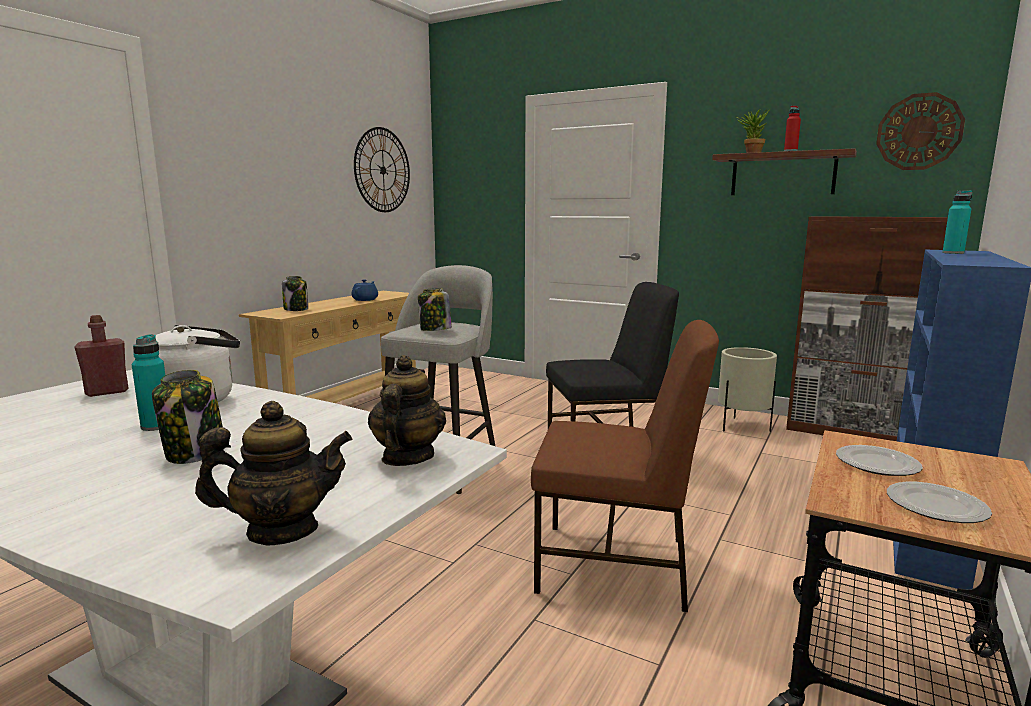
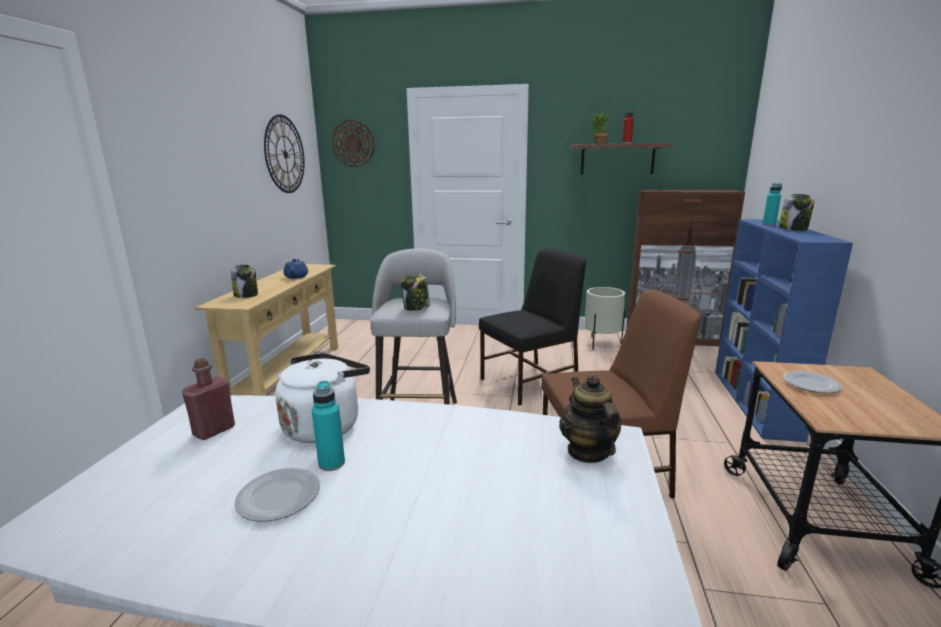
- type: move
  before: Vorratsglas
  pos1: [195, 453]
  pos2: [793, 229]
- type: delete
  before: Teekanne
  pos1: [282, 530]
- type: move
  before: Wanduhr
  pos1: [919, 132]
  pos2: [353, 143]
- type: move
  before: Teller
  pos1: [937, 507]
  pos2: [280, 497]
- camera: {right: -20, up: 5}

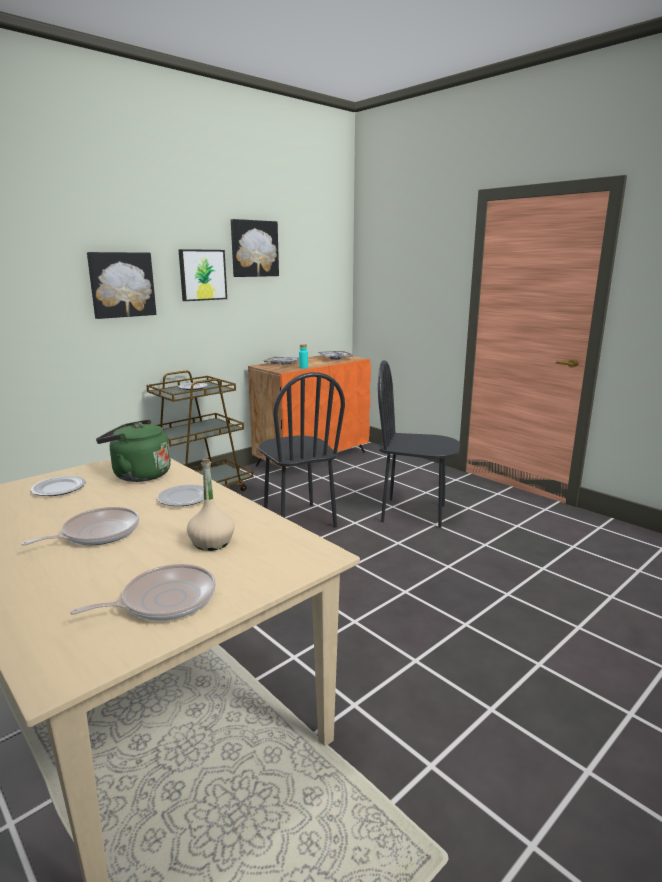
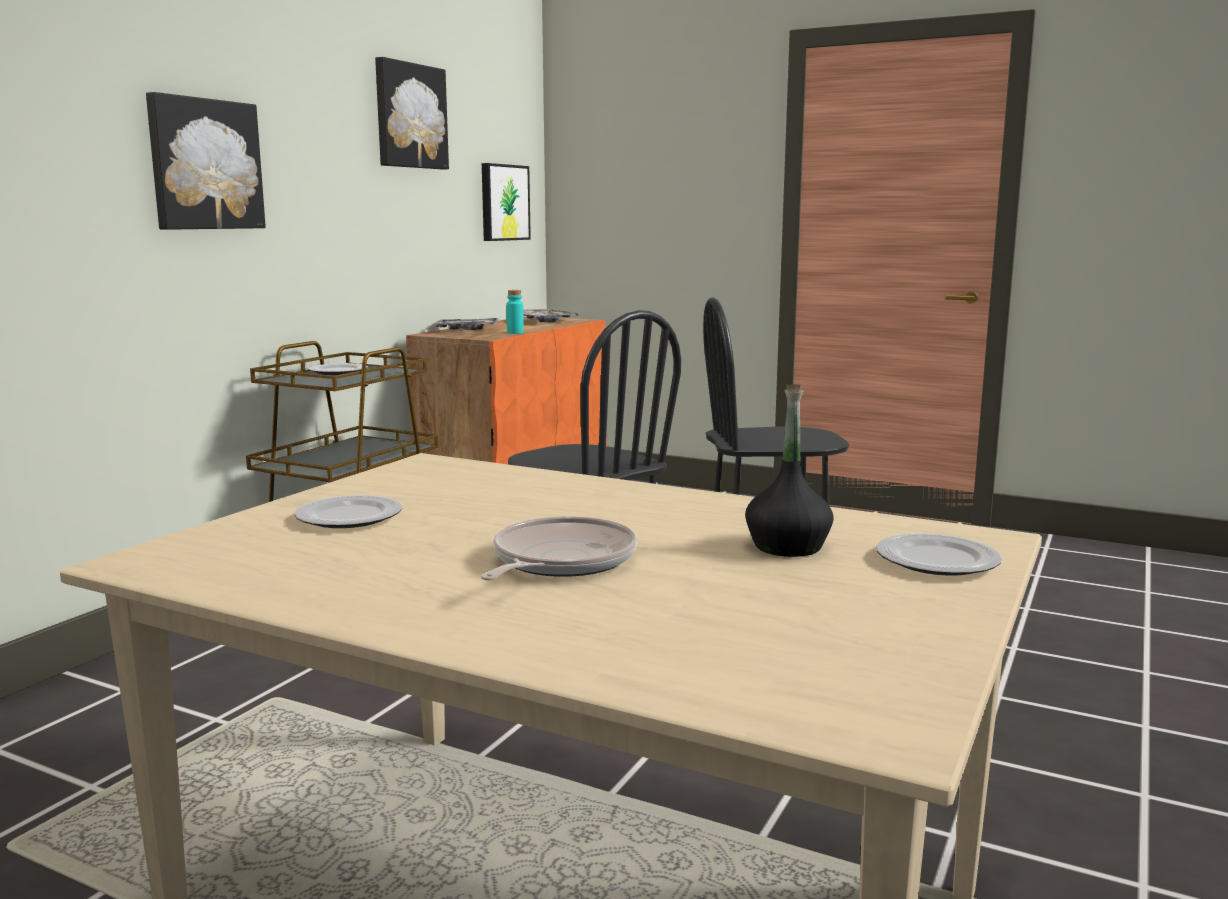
- type: delete
  before: Pfanne
  pos1: [164, 600]
- type: delete
  before: Wasserkessel/grün
  pos1: [138, 475]
- type: move
  before: Teller
  pos1: [184, 498]
  pos2: [937, 561]
- type: move
  before: Bild
  pos1: [202, 275]
  pos2: [503, 202]
- type: recolor
  before: Flasche/beige
  after: Flasche/schwarz
  pos1: [211, 542]
  pos2: [787, 547]
- camera: {right: -20, up: -5}

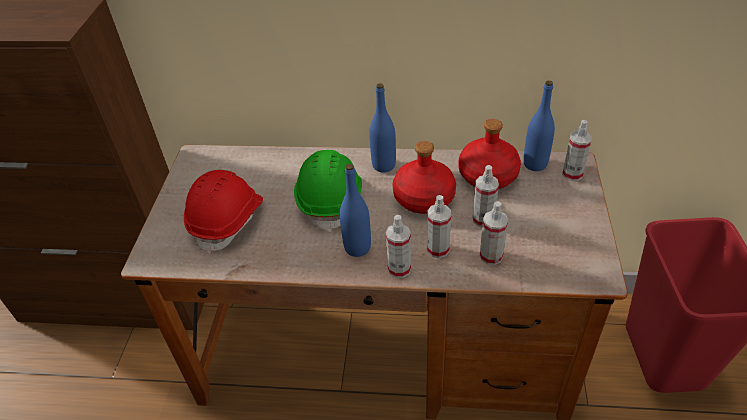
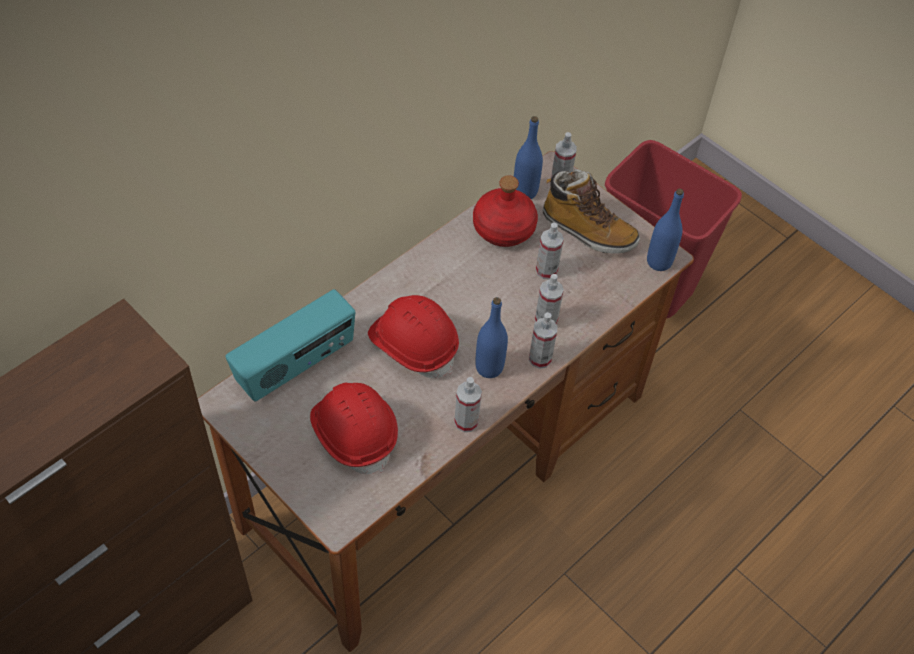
- type: recolor
  before: Schutzhelm/grün
  after: Schutzhelm/rot
  pos1: [331, 200]
  pos2: [413, 345]
- type: move
  before: Flasche/blau
  pos1: [384, 165]
  pos2: [659, 262]
- type: delete
  before: Flasche/rot
  pos1: [423, 198]
- type: move
  before: Sprühflasche
  pos1: [491, 256]
  pos2: [466, 422]
- type: insert
  after: Radio
  pos2: [296, 365]
- type: insert
  after: Stiefel
  pos2: [587, 231]
- camera: {right: -55, up: 10}

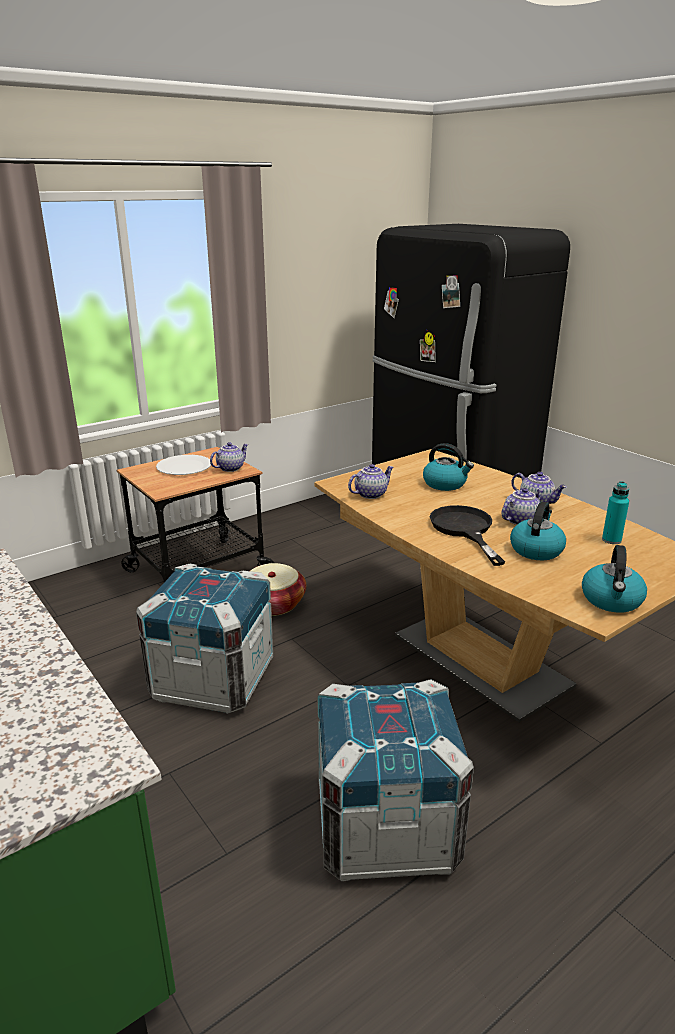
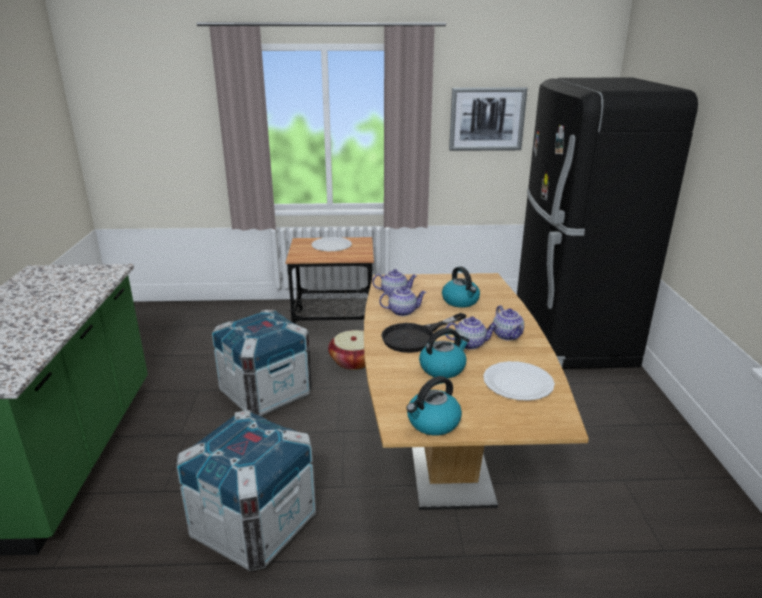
- type: move
  before: Teekanne
  pos1: [230, 468]
  pos2: [402, 311]
- type: rotate
  before: Pfanne/schwarz
  pos1: [465, 530]
  pos2: [416, 337]
  turn: -150
- type: replace
  before: Flasche/türkis
  after: Teller/weiß
  pos1: [611, 540]
  pos2: [517, 382]
- type: insert
  after: Bild
  pos2: [487, 119]
- camera: {right: 35, up: 0}

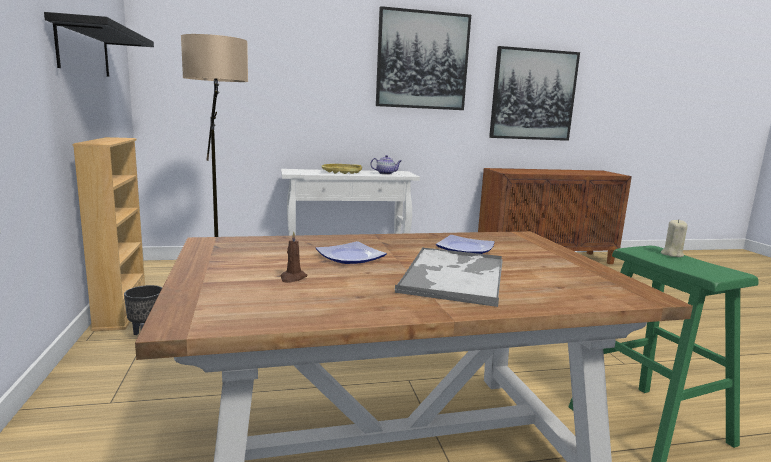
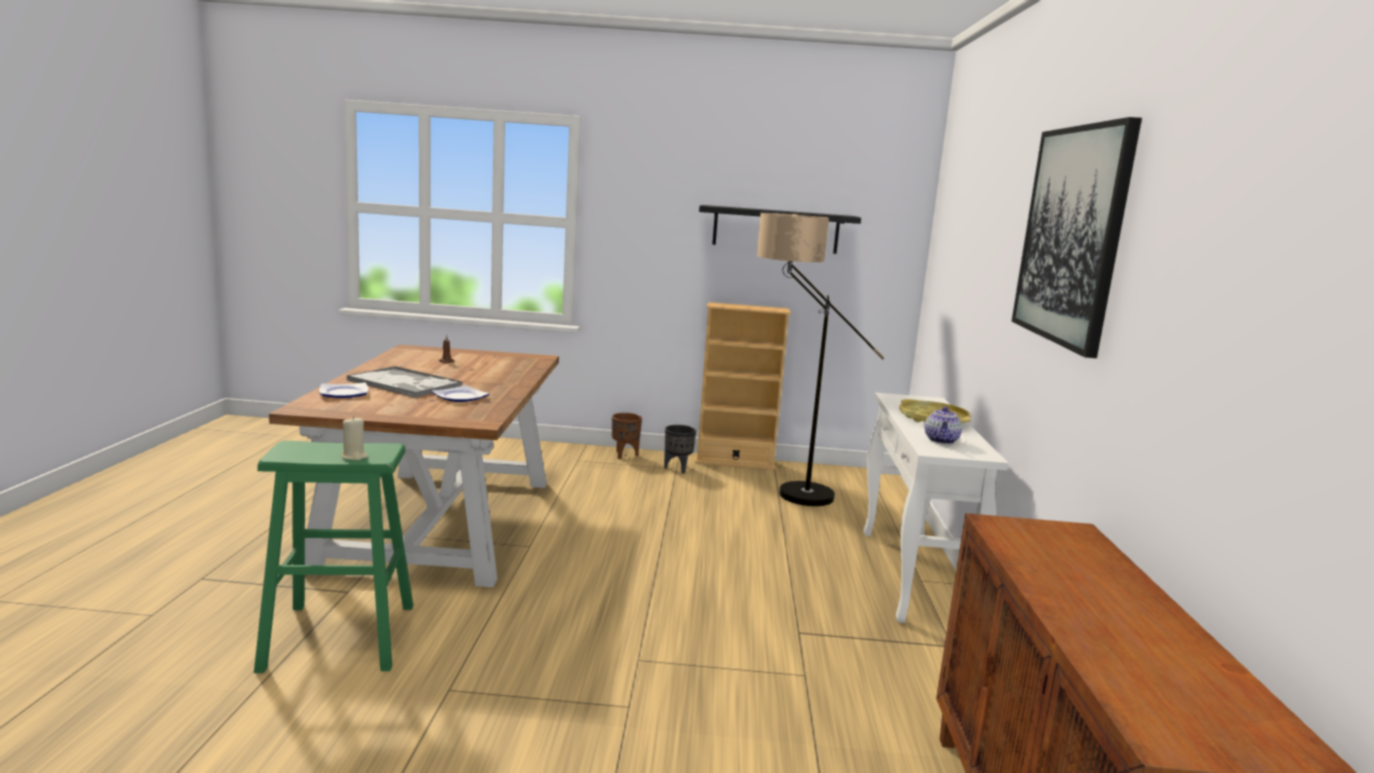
- type: move
  before: Teller
  pos1: [350, 257]
  pos2: [343, 393]
- type: delete
  before: Bild
  pos1: [533, 95]
- type: insert
  after: Pflanzkübel/braun
  pos2: [625, 455]
- camera: {right: 105, up: 0}

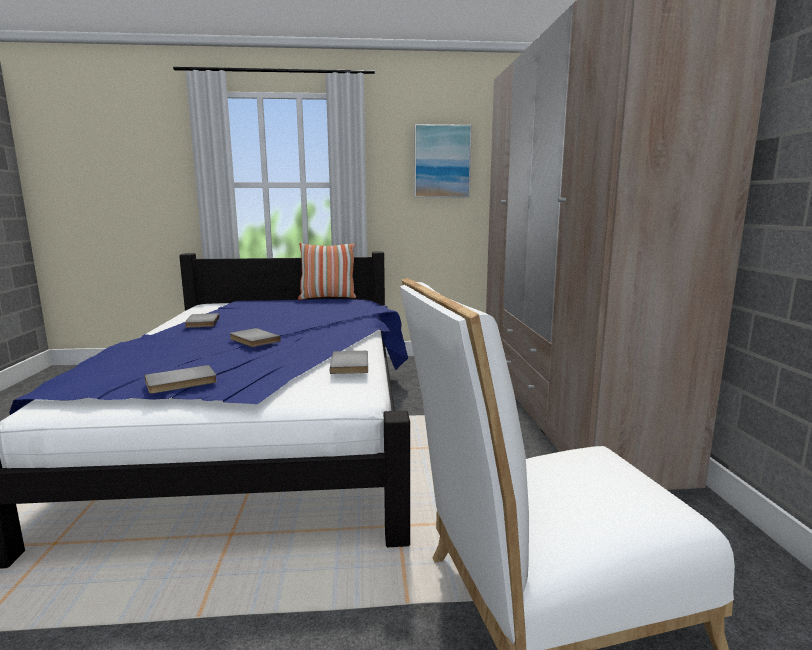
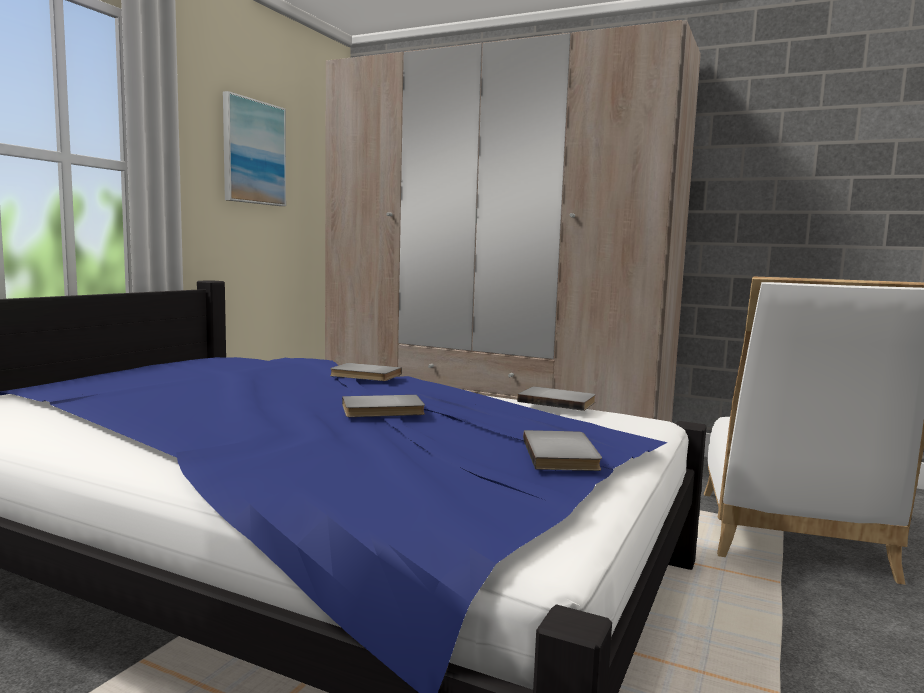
- type: move
  before: Buch/grau
  pos1: [201, 322]
  pos2: [364, 375]
- type: delete
  before: Kissen
  pos1: [327, 298]
- camera: {right: -60, up: -5}

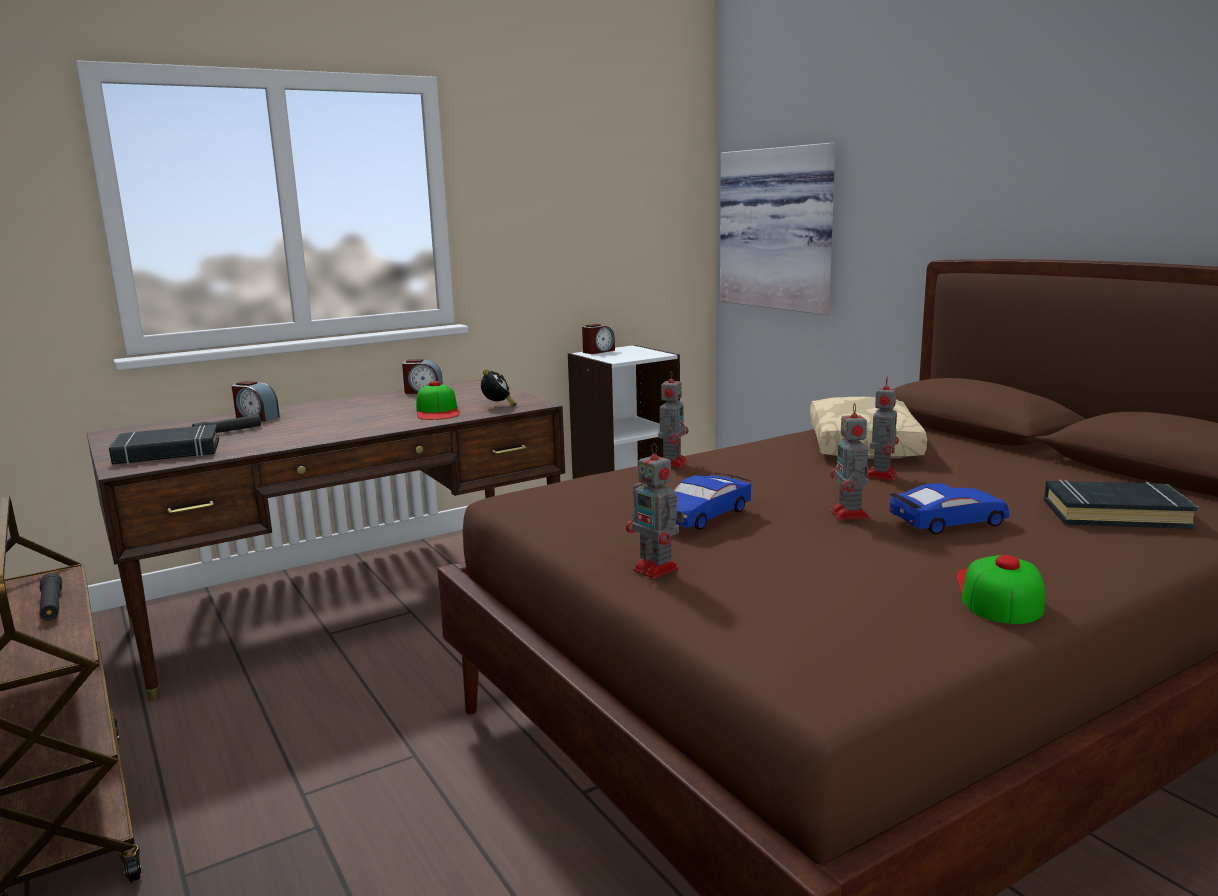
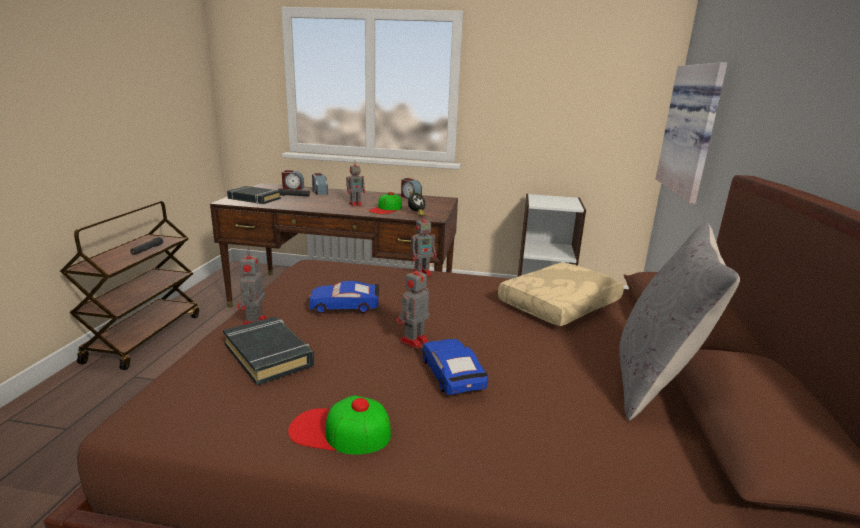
- type: move
  before: Wecker
  pos1: [598, 351]
  pos2: [293, 188]
- type: move
  before: Spielzeugroboter
  pos1: [881, 475]
  pos2: [356, 204]
- type: rotate
  before: Spielzeugauto/blau
  pos1: [947, 522]
  pos2: [452, 374]
  turn: -135
- type: rotate
  before: Kappe
  pos1: [998, 593]
  pos2: [339, 431]
  turn: -135
- type: move
  before: Buch/schwarz
  pos1: [1115, 514]
  pos2: [269, 355]
- type: insert
  after: Kissen/grau
  pos2: [655, 379]
- camera: {right: 40, up: 5}

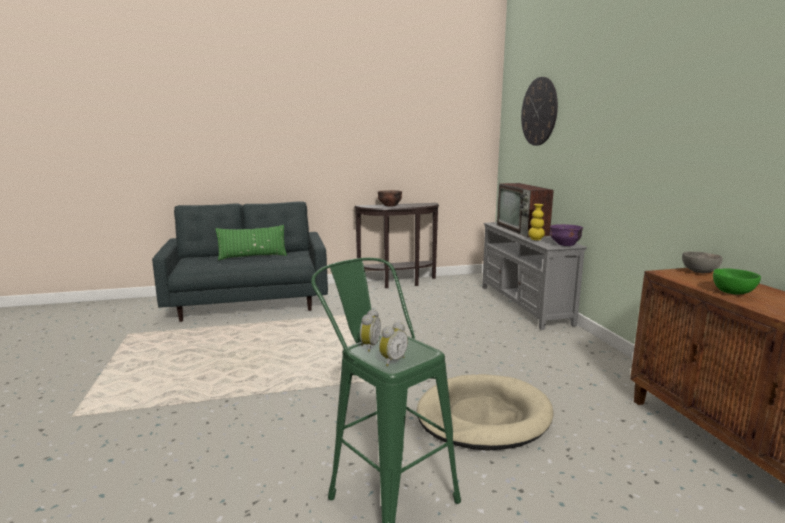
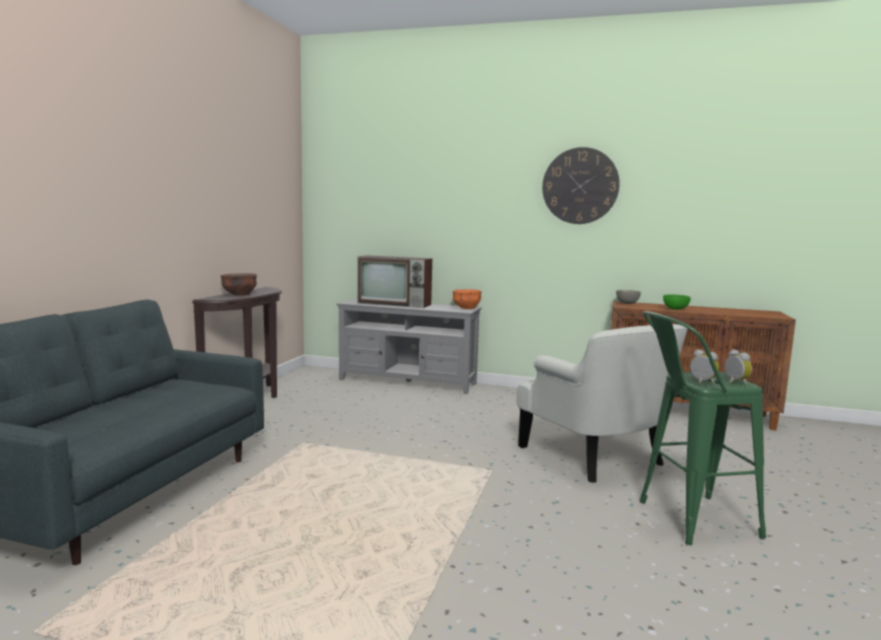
- type: delete
  before: Kissen/grün
  pos1: [252, 256]
- type: replace
  before: Hundebett/beige
  after: Sessel/weiß
  pos1: [483, 416]
  pos2: [595, 456]
- type: move
  before: Wanduhr
  pos1: [539, 111]
  pos2: [580, 186]
- type: delete
  before: Vase/gelb
  pos1: [536, 239]
- type: recolor
  before: Schüssel/lila
  after: Schüssel/orange
  pos1: [564, 244]
  pos2: [466, 308]
- camera: {right: -60, up: -5}

